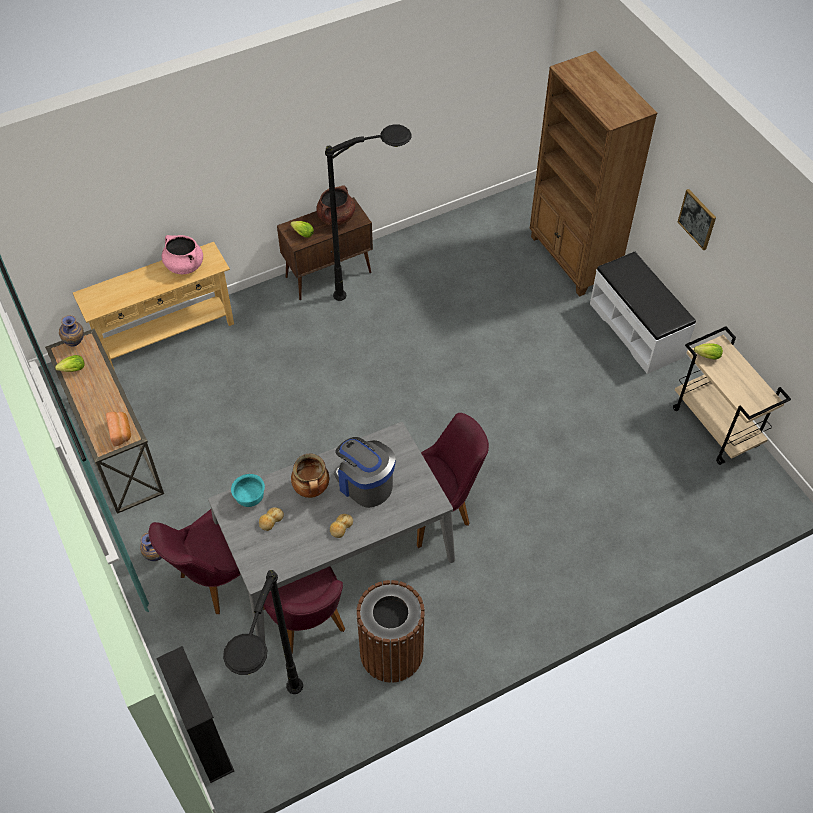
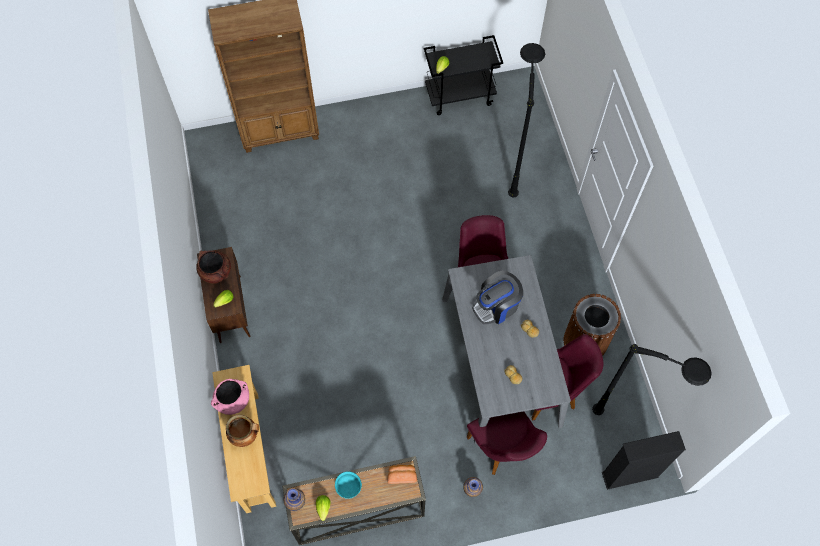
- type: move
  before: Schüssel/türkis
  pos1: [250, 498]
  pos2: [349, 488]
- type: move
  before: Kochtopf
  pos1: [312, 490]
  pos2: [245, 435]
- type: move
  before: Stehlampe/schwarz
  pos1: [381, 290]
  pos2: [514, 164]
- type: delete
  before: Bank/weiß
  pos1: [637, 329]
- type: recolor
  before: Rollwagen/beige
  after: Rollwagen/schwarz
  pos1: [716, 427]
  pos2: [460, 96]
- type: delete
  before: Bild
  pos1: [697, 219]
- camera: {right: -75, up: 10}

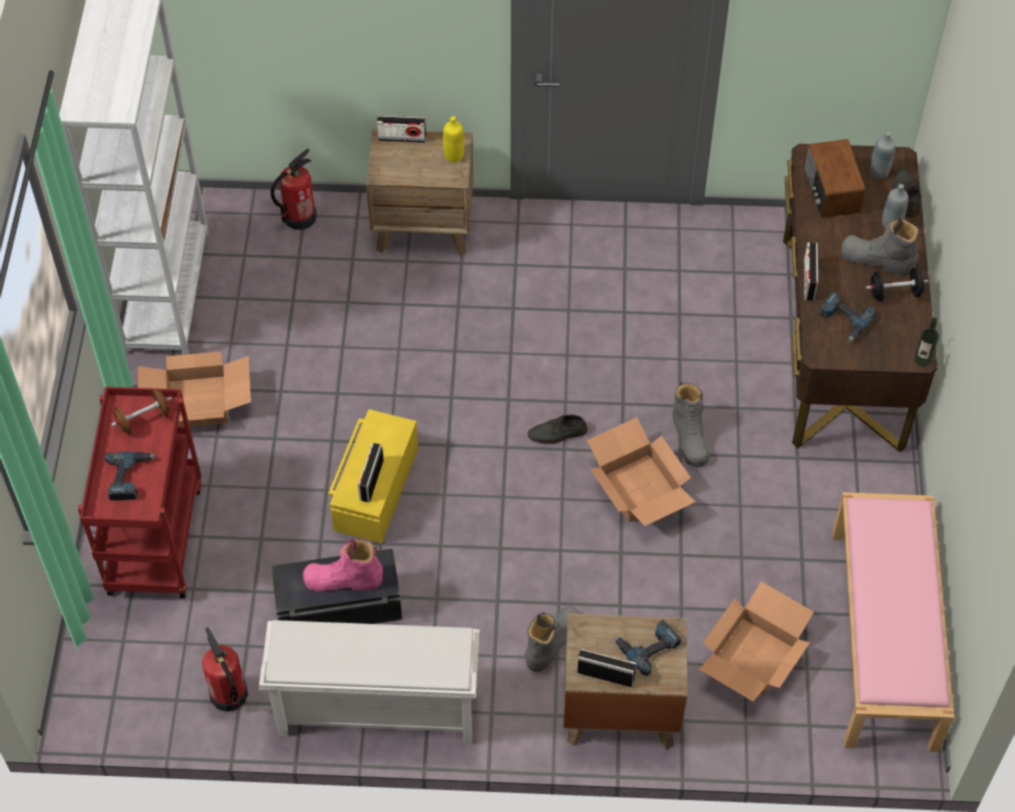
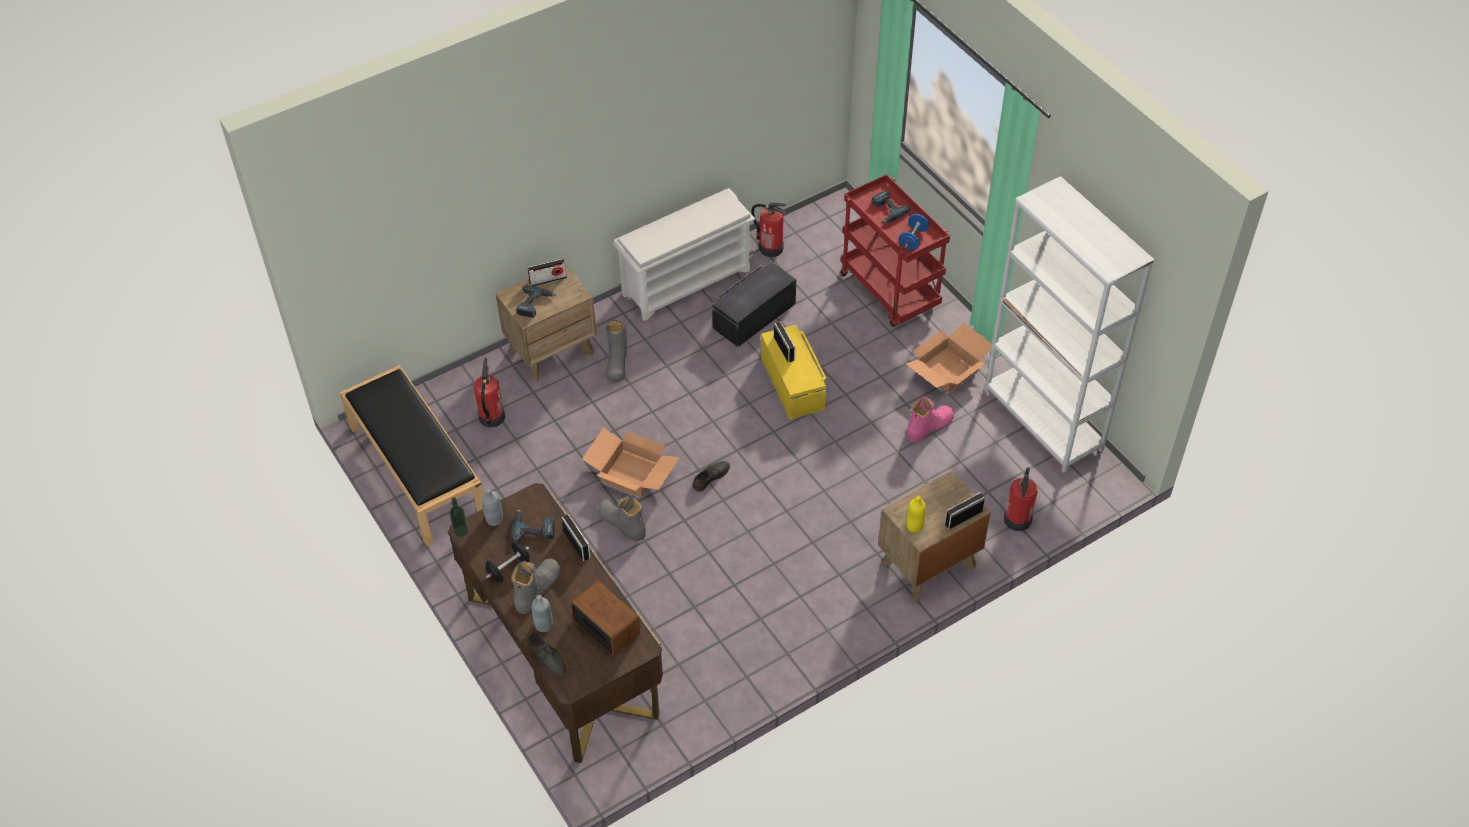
- type: recolor
  before: Hantel/braun
  after: Hantel/blau
  pos1: [143, 420]
  pos2: [913, 239]
- type: move
  before: Stiefel/rosa
  pos1: [343, 580]
  pos2: [929, 426]
- type: replace
  before: Karton
  after: Feuerlöscher
  pos1: [753, 657]
  pos2: [491, 417]
- type: recolor
  before: Bank/rosa
  after: Bank/schwarz
  pos1: [885, 639]
  pos2: [416, 470]
- type: rotate
  before: Stiefel/grau
  pos1: [877, 259]
  pos2: [537, 589]
  turn: -45
- type: move
  before: Flasche/grau
  pos1: [879, 172]
  pos2: [494, 519]
- camera: {right: 145, up: -5}

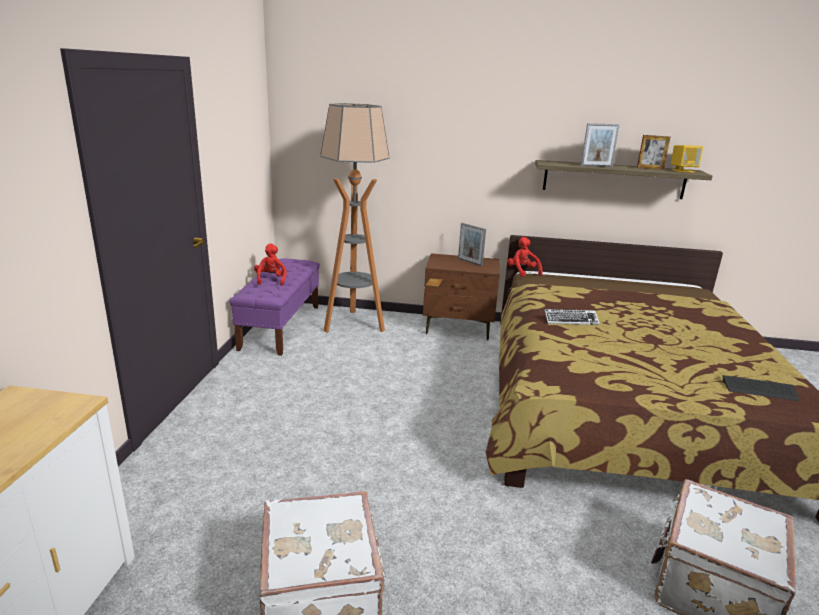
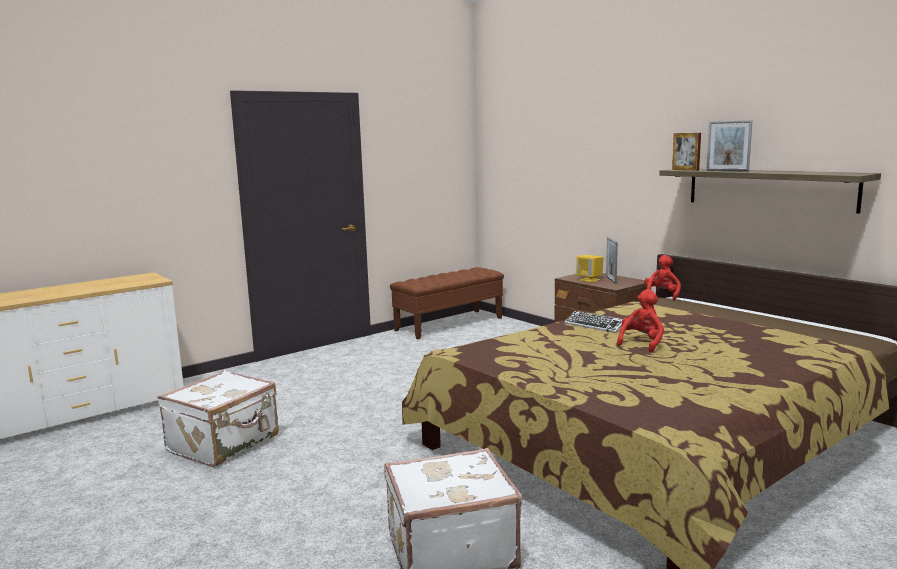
- type: recolor
  before: Bank/lila
  after: Bank/braun
  pos1: [280, 327]
  pos2: [449, 324]
- type: move
  before: Plüschtier/rot
  pos1: [271, 280]
  pos2: [641, 343]
- type: delete
  before: Stehlampe
  pos1: [353, 324]
- type: move
  before: Bilderrahmen
  pos1: [650, 168]
  pos2: [685, 170]
- type: move
  before: Lautsprecher/gelb
  pos1: [683, 171]
  pos2: [589, 280]
- type: delete
  before: Tastatur
  pos1: [759, 389]
- camera: {right: 45, up: -10}

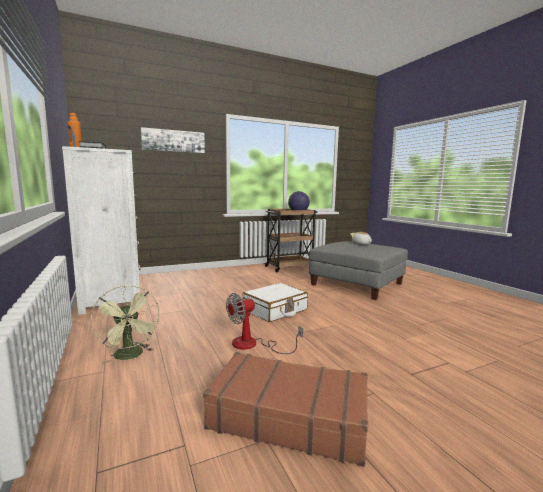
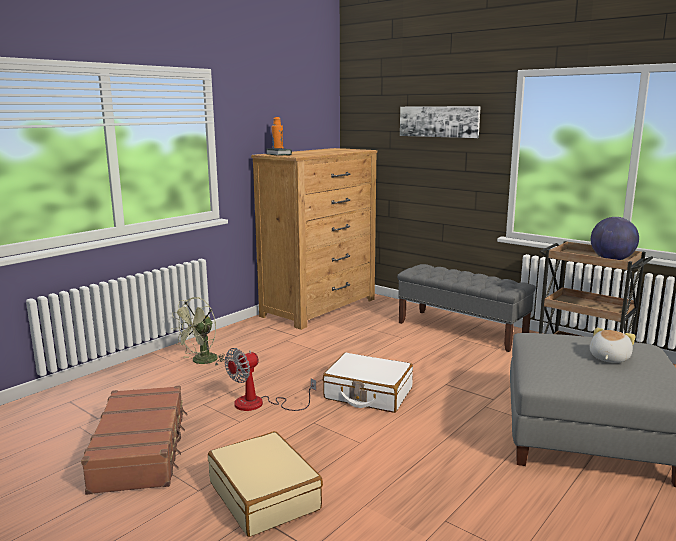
- type: recolor
  before: Kommode/weiß
  after: Kommode/braun
  pos1: [111, 293]
  pos2: [320, 307]
- type: rotate
  before: Ventilator
  pos1: [253, 345]
  pos2: [259, 404]
  turn: -75
- type: insert
  after: Koffer/beige
  pos2: [264, 495]
- type: insert
  after: Bank/grau
  pos2: [461, 330]
- camera: {right: 65, up: 5}

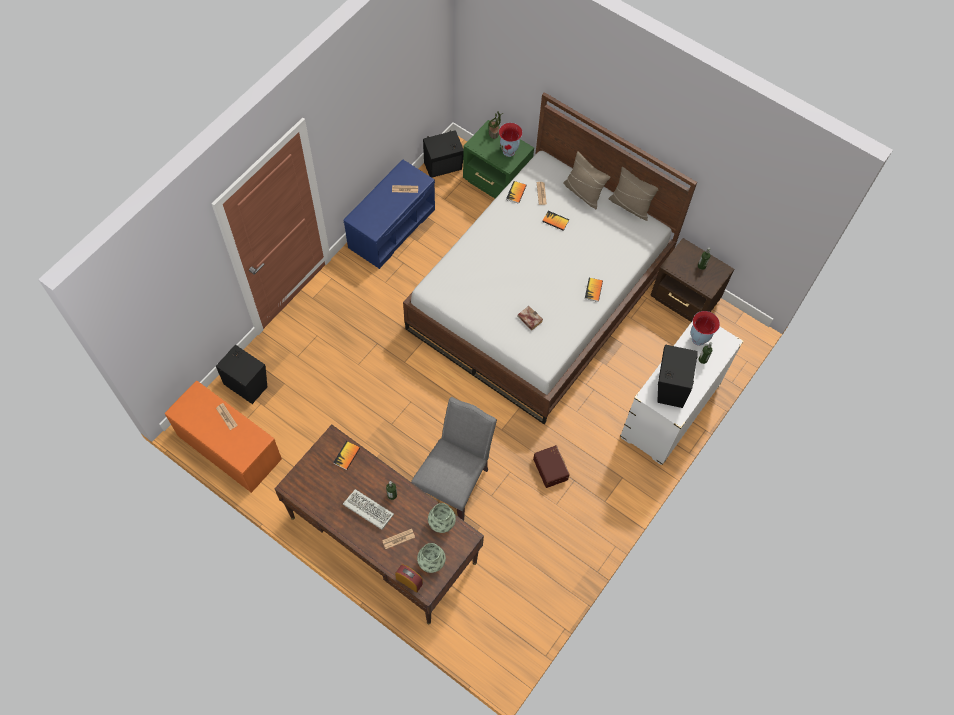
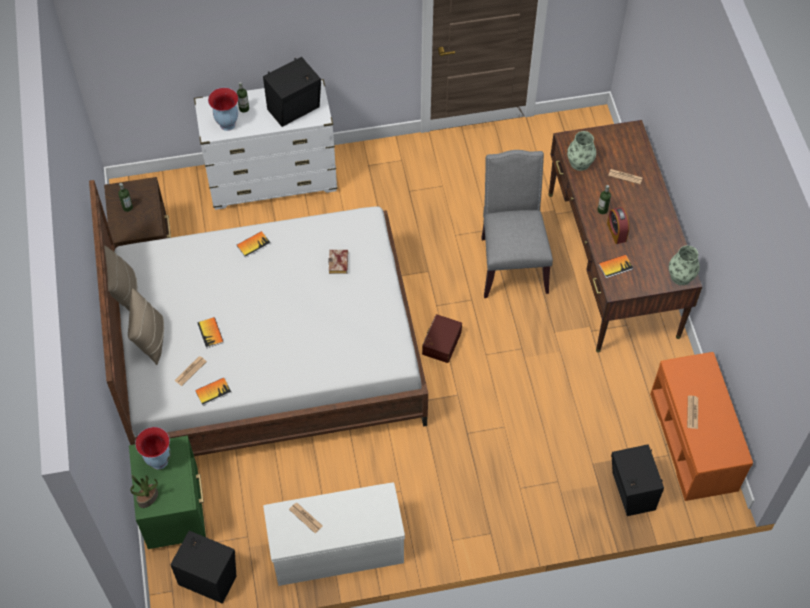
- type: delete
  before: Tastatur
  pos1: [367, 510]
- type: recolor
  before: Bank/blau
  after: Bank/weiß
  pos1: [391, 227]
  pos2: [335, 549]
- type: move
  before: Wecker
  pos1: [409, 581]
  pos2: [616, 232]
- type: rotate
  before: Stuhl/grau
  pos1: [454, 482]
  pos2: [511, 261]
  turn: 105
- type: move
  before: Vase
  pos1: [431, 562]
  pos2: [681, 276]
- type: move
  before: Aufbewahrungsbox/braun
  pos1: [551, 469]
  pos2: [440, 342]
- camera: {right: -135, up: -5}

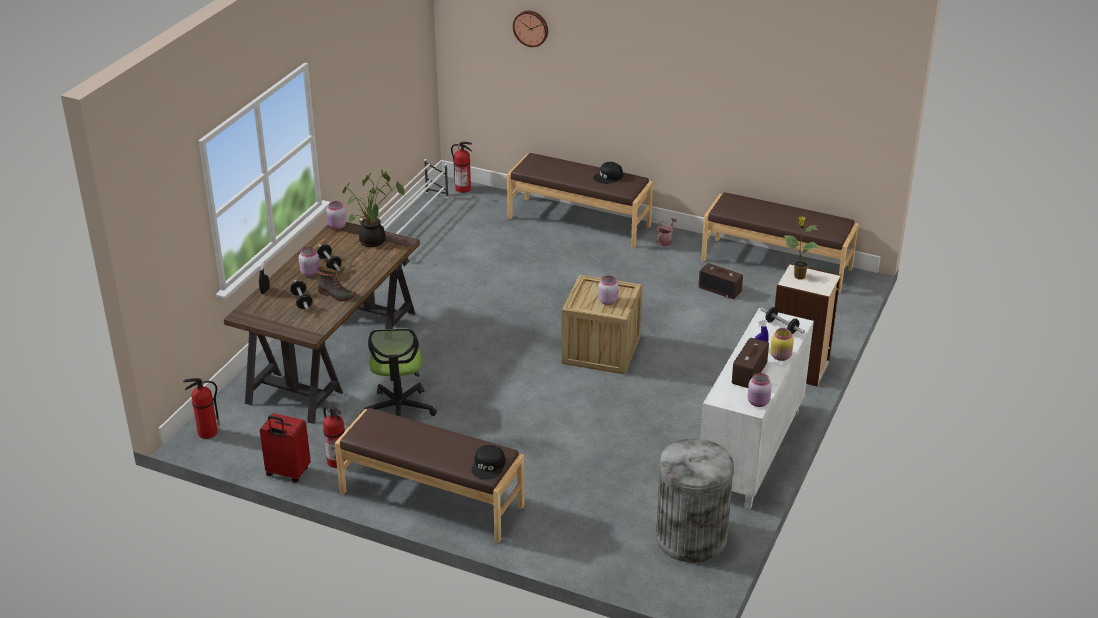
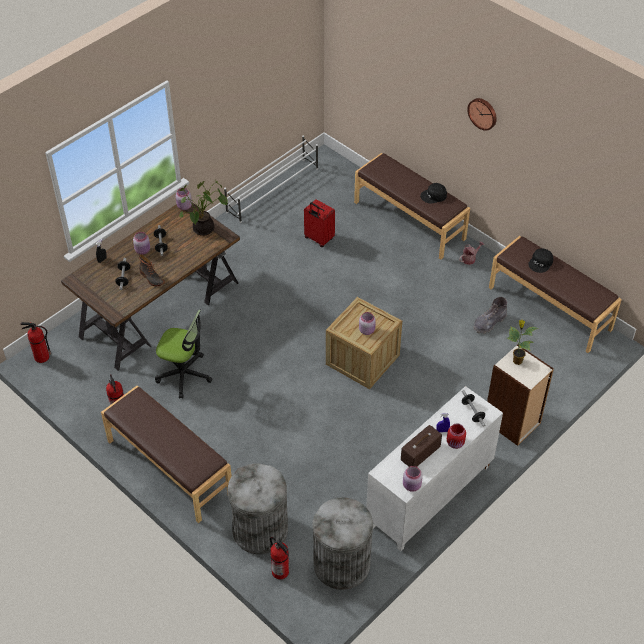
- type: move
  before: Koffer/rot
  pos1: [287, 473]
  pos2: [318, 239]
- type: rotate
  before: Bürostuhl
  pos1: [399, 409]
  pos2: [184, 375]
  turn: -90
- type: move
  before: Feuerlöscher
  pos1: [463, 189]
  pos2: [281, 572]
- type: move
  before: Kappe/schwarz
  pos1: [489, 466]
  pos2: [541, 263]
- type: move
  before: Wanduhr
  pos1: [531, 28]
  pos2: [483, 113]
- type: replace
  before: Radio
  after: Stiefel/grau
  pos1: [720, 290]
  pos2: [489, 323]
- type: recolor
  before: Vorratsglas/gelb
  after: Vorratsglas/rot
  pos1: [781, 356]
  pos2: [455, 443]
- type: insert
  after: Mülleimer/grau
  pos2: [260, 529]
- camera: {right: 20, up: 15}

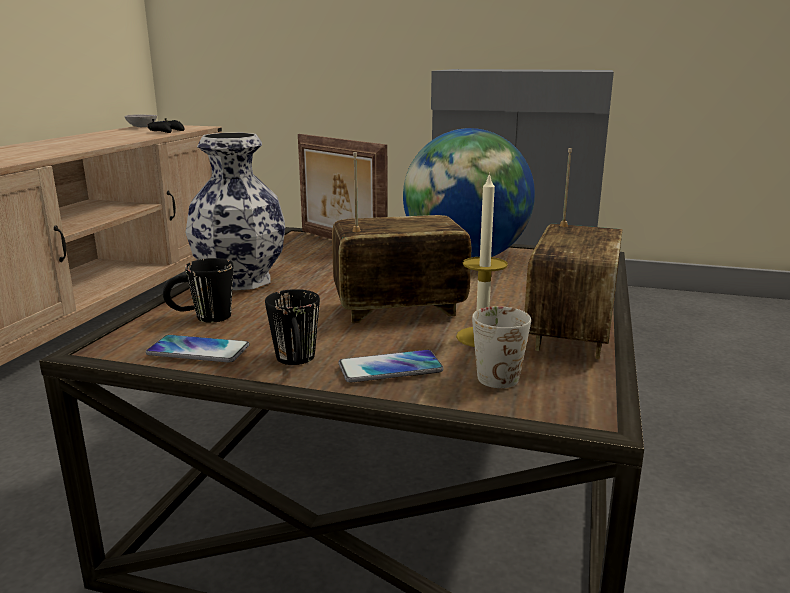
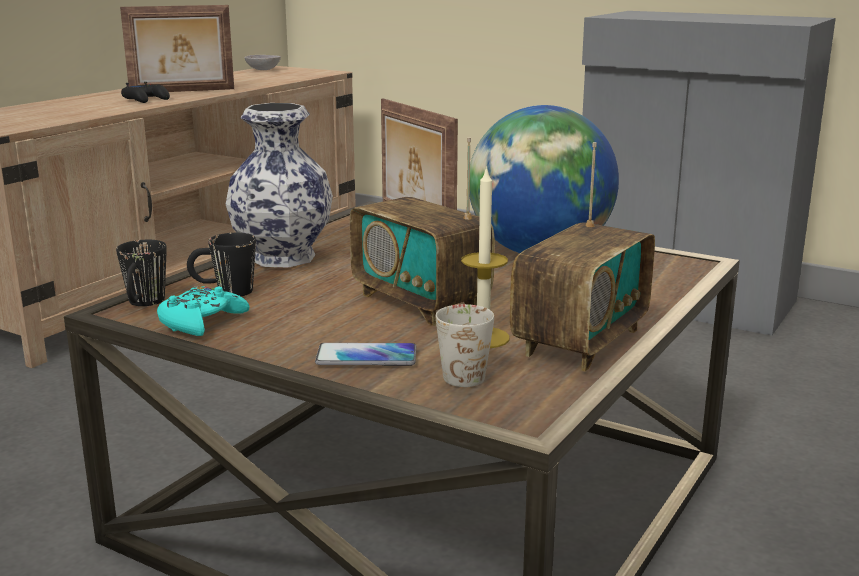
- type: replace
  before: Handy
  after: Gamepad/türkis
  pos1: [198, 350]
  pos2: [201, 322]
- type: move
  before: Gamepad/schwarz
  pos1: [166, 131]
  pos2: [146, 99]
- type: move
  before: Henkelbecher/schwarz
  pos1: [297, 362]
  pos2: [143, 304]
- type: rotate
  before: Radio
  pos1: [399, 310]
  pos2: [420, 303]
  turn: -135
- type: insert
  after: Bilderrahmen
  pos2: [182, 91]
- camera: {right: 15, up: 0}

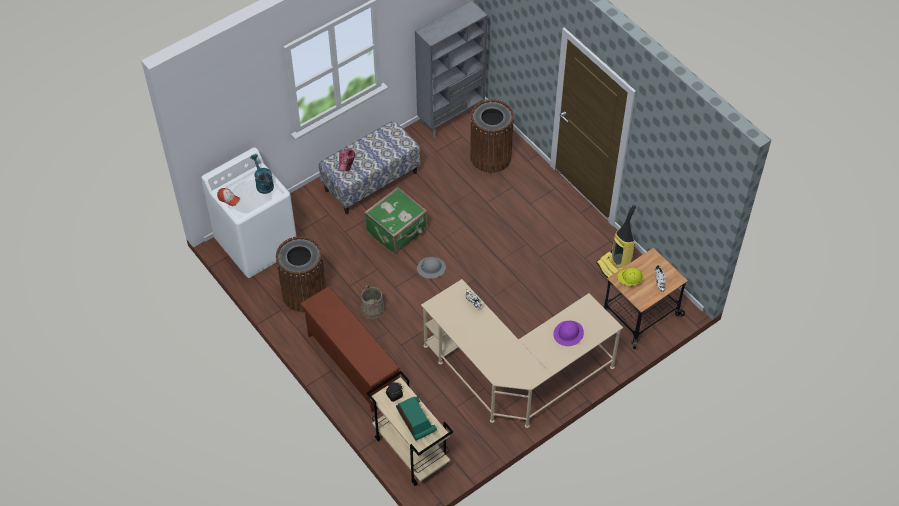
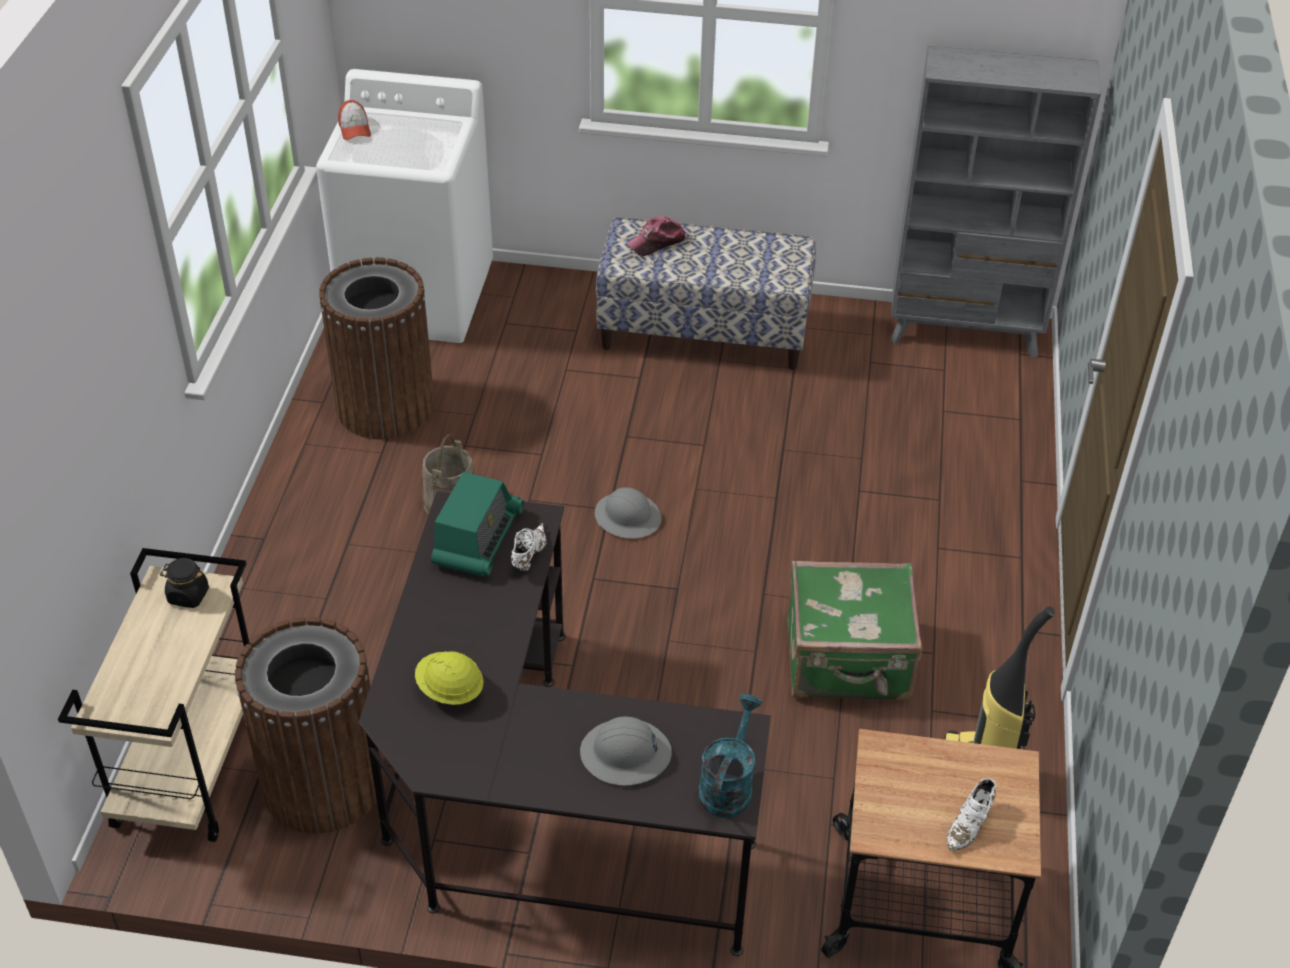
- type: move
  before: Gießkanne/türkis
  pos1: [263, 183]
  pos2: [728, 784]
- type: delete
  before: Schuhregal/braun
  pos1: [352, 365]
- type: move
  before: Koffer/grün
  pos1: [397, 231]
  pos2: [848, 662]
- type: move
  before: Radio
  pos1: [415, 421]
  pos2: [477, 539]
- type: recolor
  before: Schreibtisch/beige
  after: Schreibtisch/schwarz
  pos1: [516, 375]
  pos2: [536, 801]
- type: move
  before: Mülleimer/braun
  pos1: [491, 156]
  pos2: [323, 783]
- type: recolor
  before: Schutzhelm/lila
  after: Schutzhelm/grau
  pos1: [568, 334]
  pos2: [625, 754]
- type: move
  before: Schutzhelm/gelb
  pos1: [629, 281]
  pos2: [450, 690]
- camera: {right: 45, up: -10}

